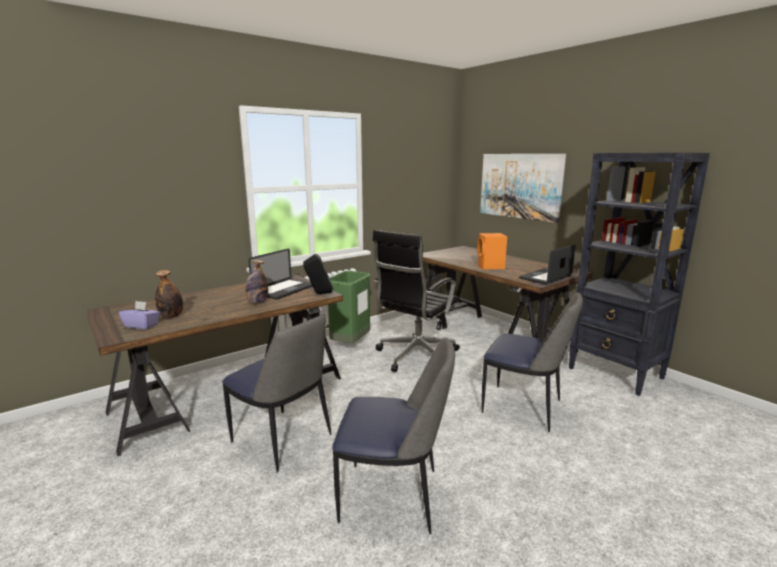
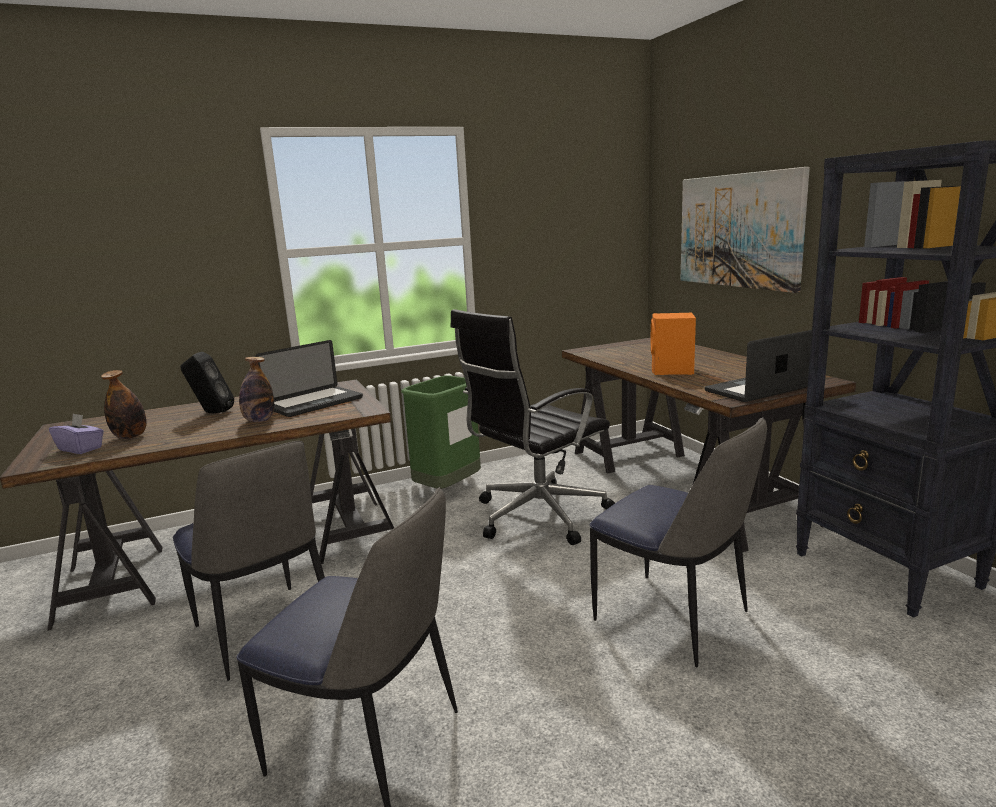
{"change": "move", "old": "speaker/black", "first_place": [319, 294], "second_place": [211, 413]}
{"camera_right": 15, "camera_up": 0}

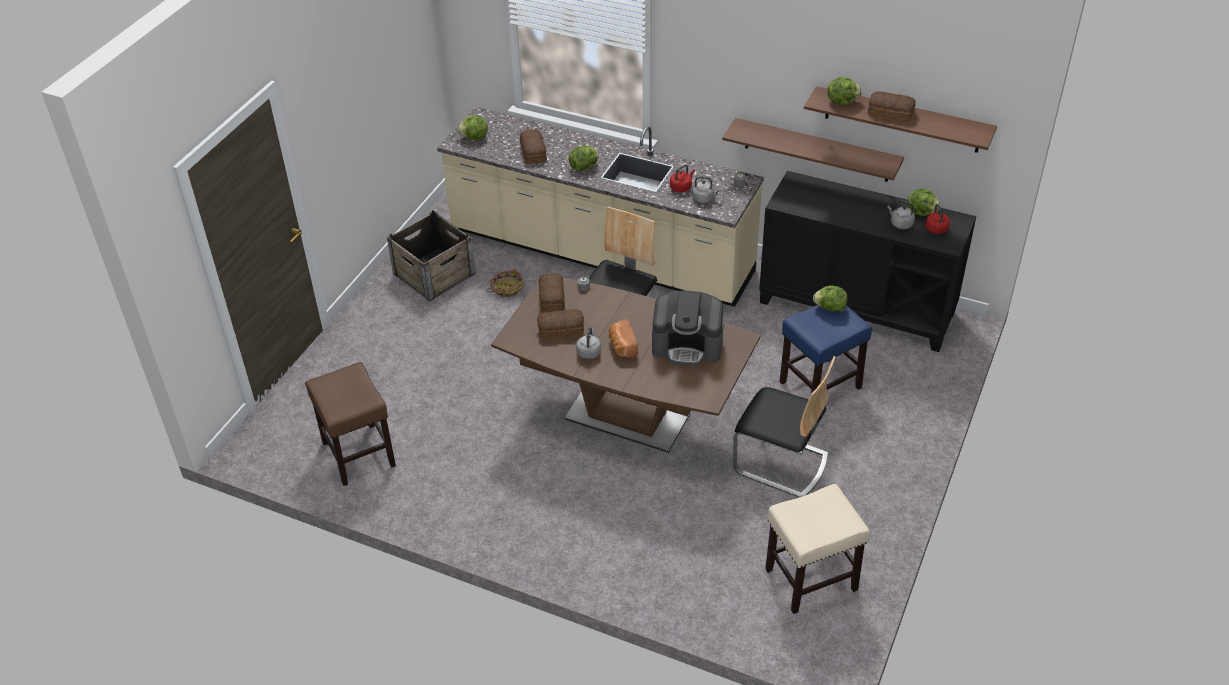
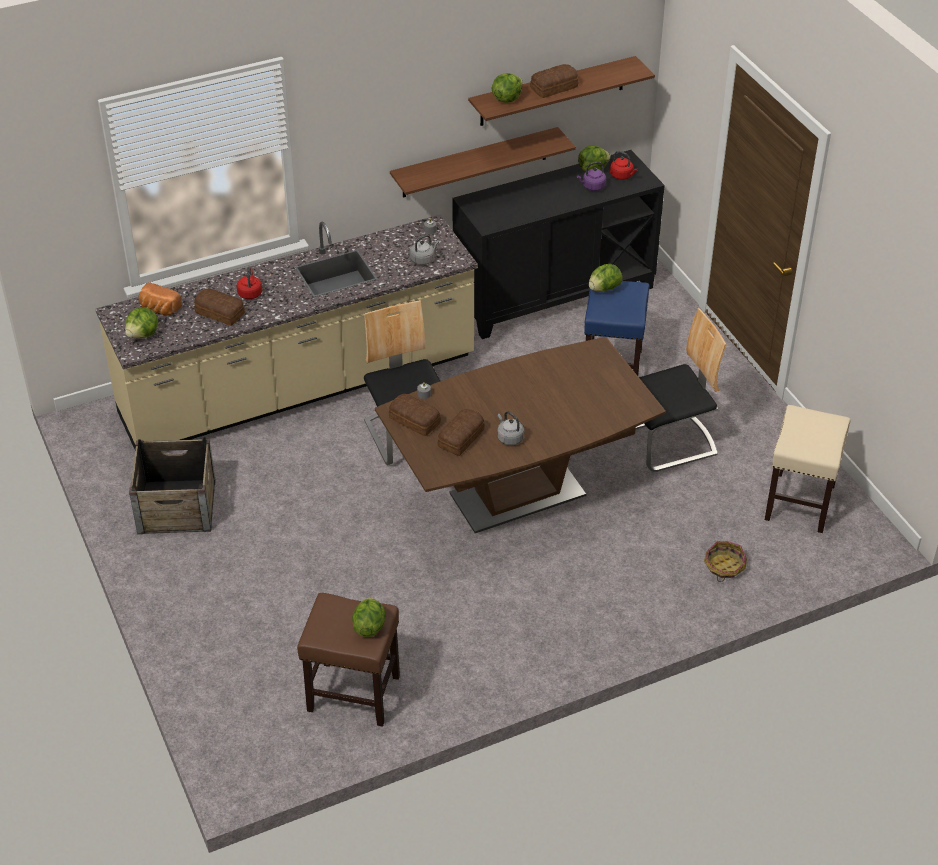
{"change": "move", "old": "basket", "first_place": [506, 288], "second_place": [724, 566]}
{"change": "move", "old": "lettuce", "first_place": [584, 167], "second_place": [369, 626]}
{"change": "move", "old": "bread", "first_place": [622, 347], "second_place": [159, 309]}
{"change": "delete", "old": "coffee machine", "first_place": [687, 345]}
{"change": "move", "old": "kettle/red", "first_place": [681, 187], "second_place": [250, 293]}
{"change": "recolor", "old": "kettle/grey", "new": "kettle/purple", "first_place": [900, 224], "second_place": [592, 187]}
{"camera_right": -50, "camera_up": 0}

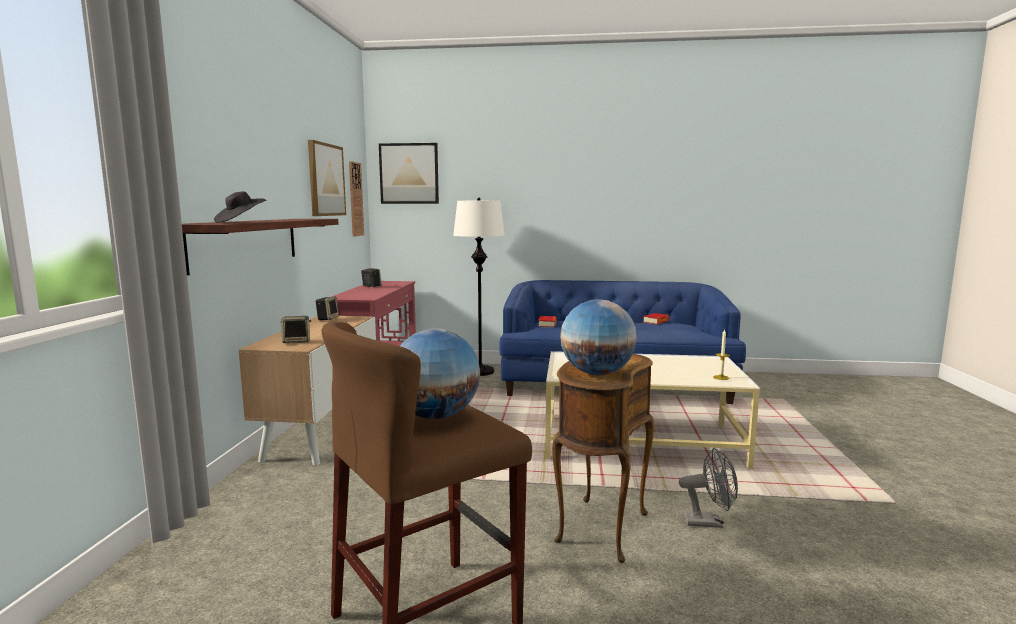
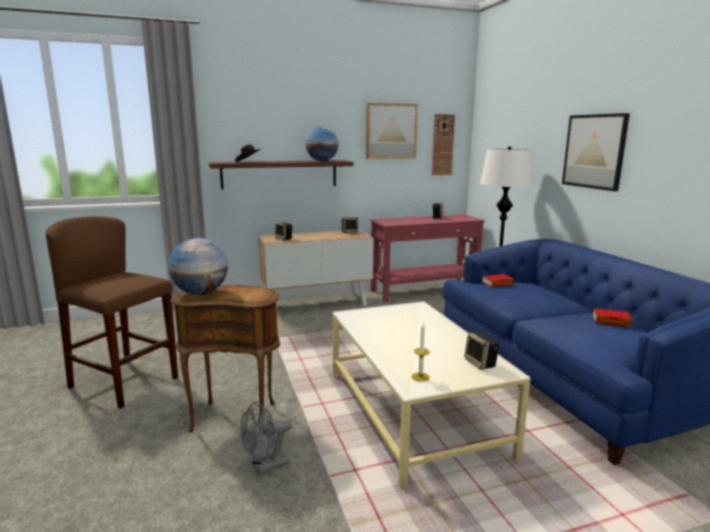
{"change": "move", "old": "picture", "first_place": [409, 173], "second_place": [594, 151]}
{"change": "move", "old": "globe", "first_place": [435, 416], "second_place": [322, 161]}
{"change": "rotate", "old": "fan/grey", "first_place": [709, 522], "second_place": [266, 467], "degrees": 75}
{"change": "insert", "new": "speaker", "second_place": [481, 363]}
{"camera_right": 65, "camera_up": 5}

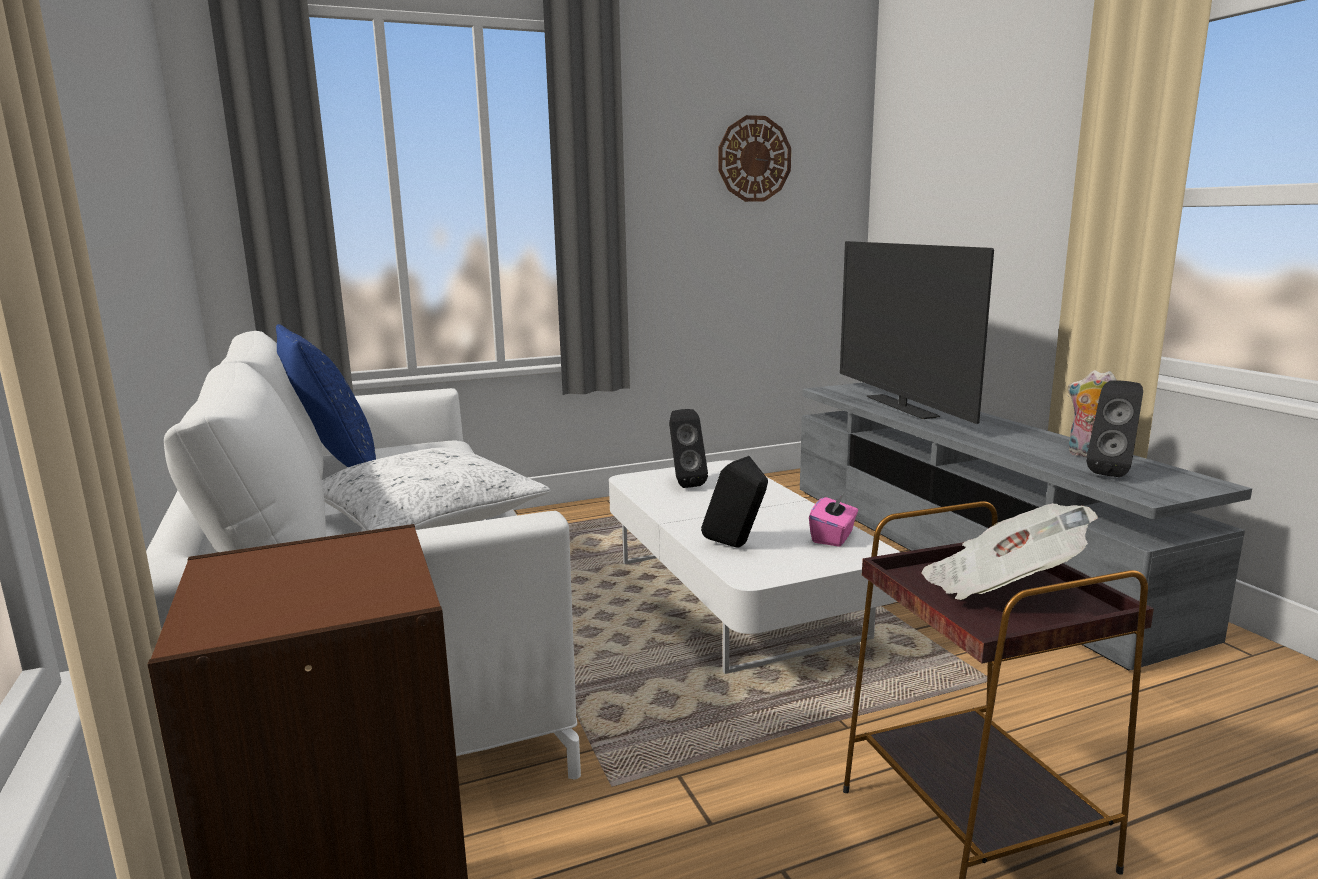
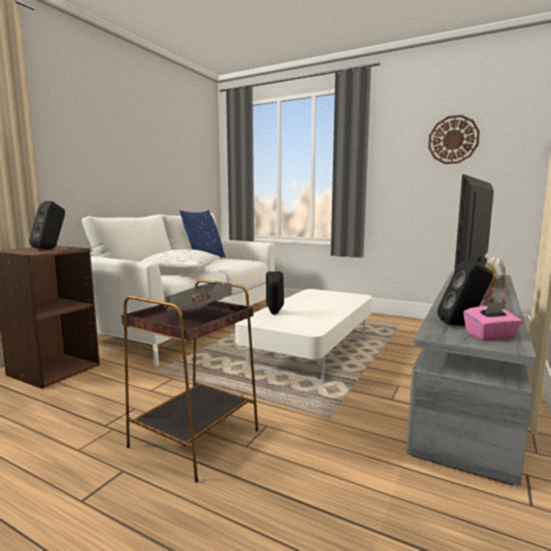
{"change": "move", "old": "speaker/black", "first_place": [684, 484], "second_place": [51, 249]}
{"change": "move", "old": "tissue box/pink", "first_place": [833, 537], "second_place": [490, 336]}
{"camera_right": 50, "camera_up": -5}

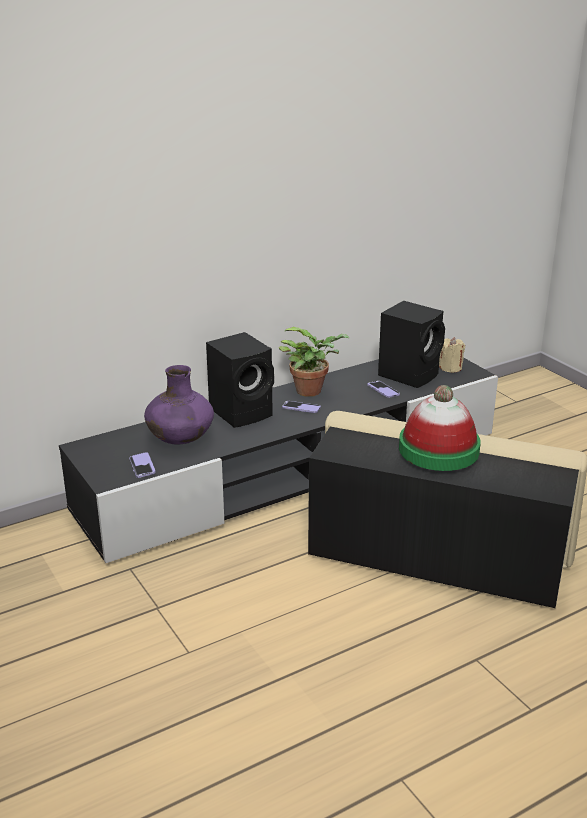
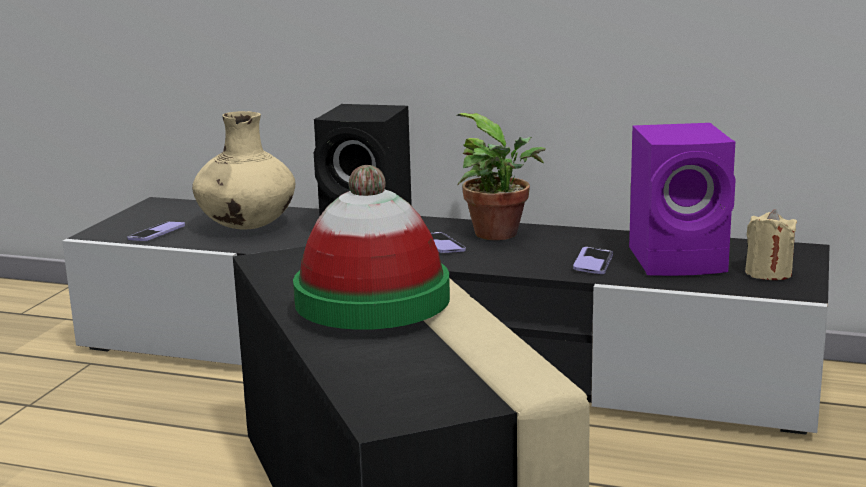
{"change": "recolor", "old": "vase/purple", "new": "vase/beige", "first_place": [180, 440], "second_place": [246, 227]}
{"change": "recolor", "old": "speaker/black", "new": "speaker/purple", "first_place": [410, 374], "second_place": [681, 260]}
{"camera_right": 50, "camera_up": -10}

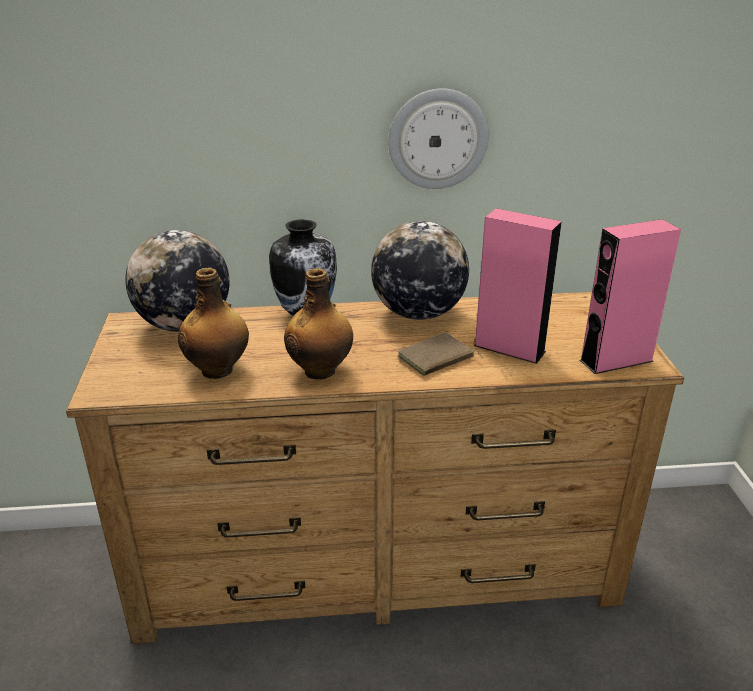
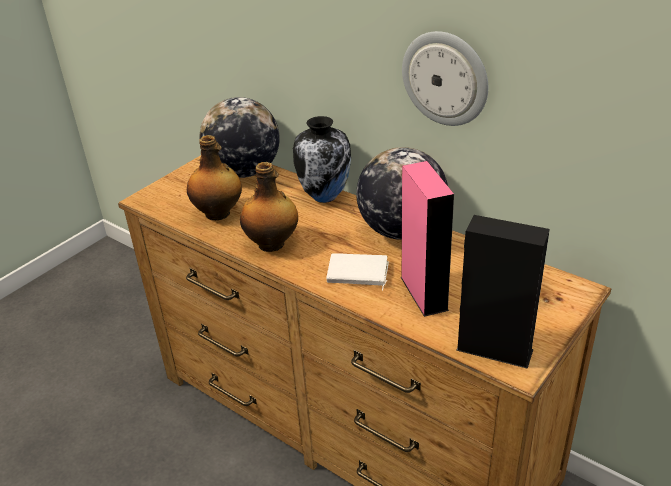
{"change": "recolor", "old": "book/brown", "new": "book/white", "first_place": [436, 359], "second_place": [357, 274]}
{"change": "recolor", "old": "speaker/pink", "new": "speaker/black", "first_place": [616, 360], "second_place": [494, 349]}
{"camera_right": 45, "camera_up": 5}

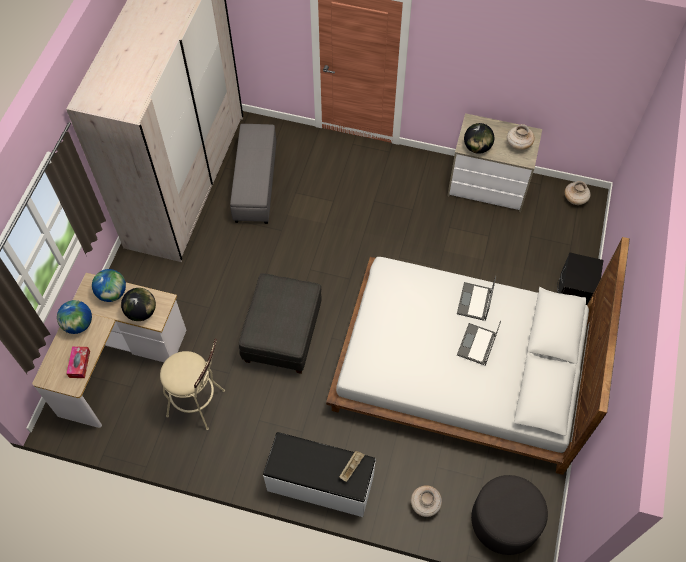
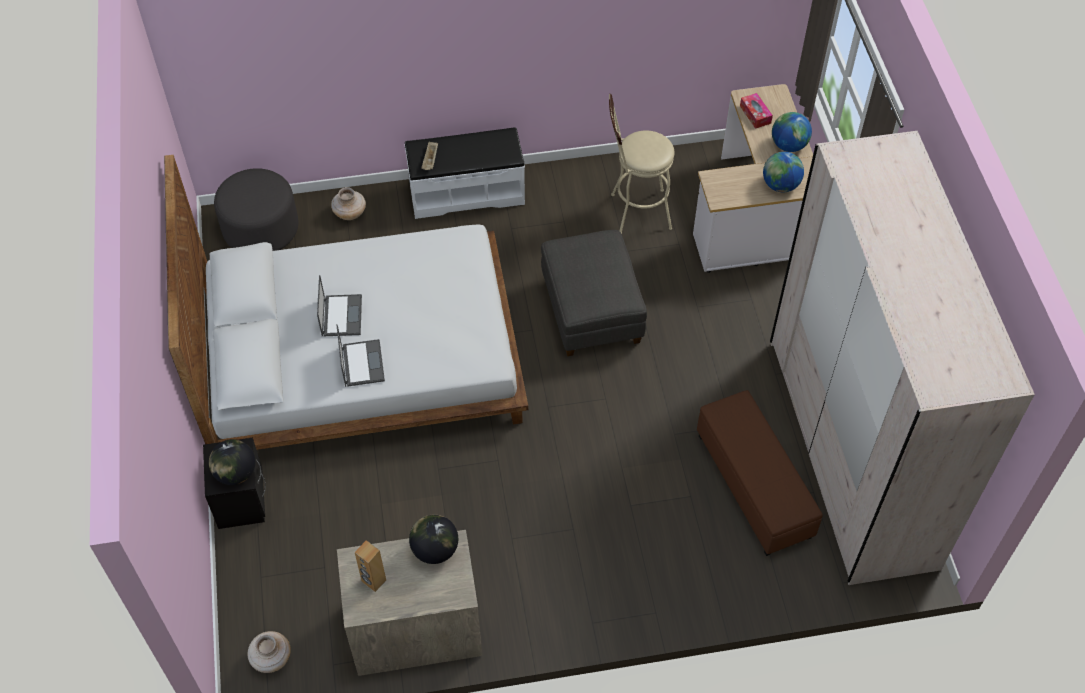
{"change": "move", "old": "globe", "first_place": [141, 312], "second_place": [236, 473]}
{"change": "recolor", "old": "ottoman/grey", "new": "ottoman/brown", "first_place": [255, 184], "second_place": [754, 485]}
{"change": "replace", "old": "vase/beige", "new": "speaker/brown", "first_place": [518, 145], "second_place": [373, 581]}
{"camera_right": 155, "camera_up": -5}

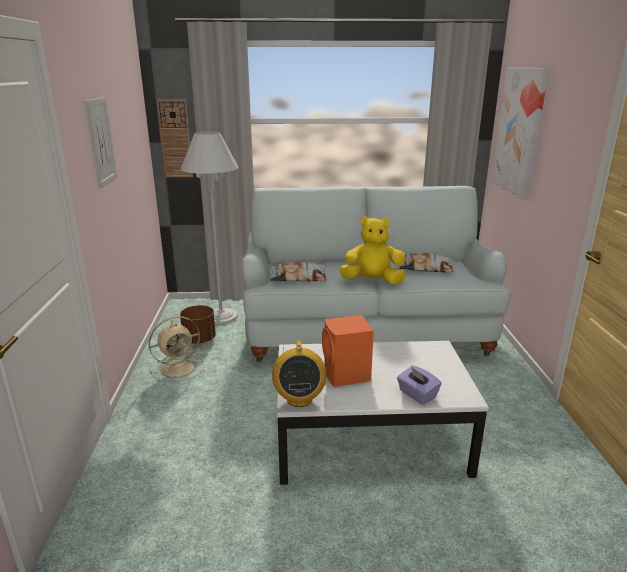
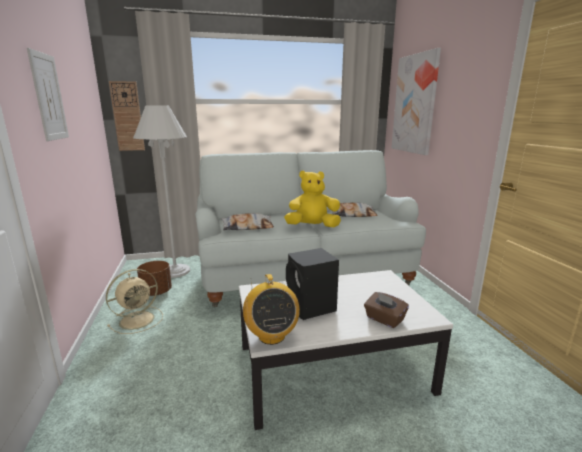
{"change": "recolor", "old": "speaker/orange", "new": "speaker/black", "first_place": [347, 376], "second_place": [312, 308]}
{"change": "recolor", "old": "tissue box/purple", "new": "tissue box/brown", "first_place": [417, 394], "second_place": [384, 319]}
{"camera_right": -10, "camera_up": -5}

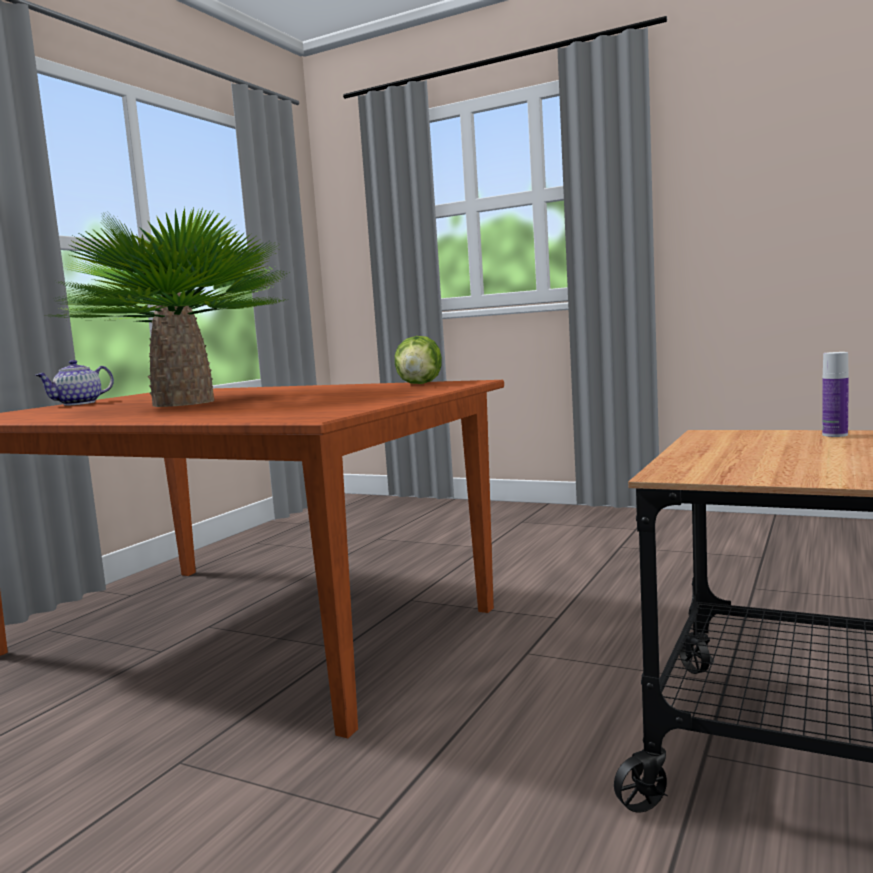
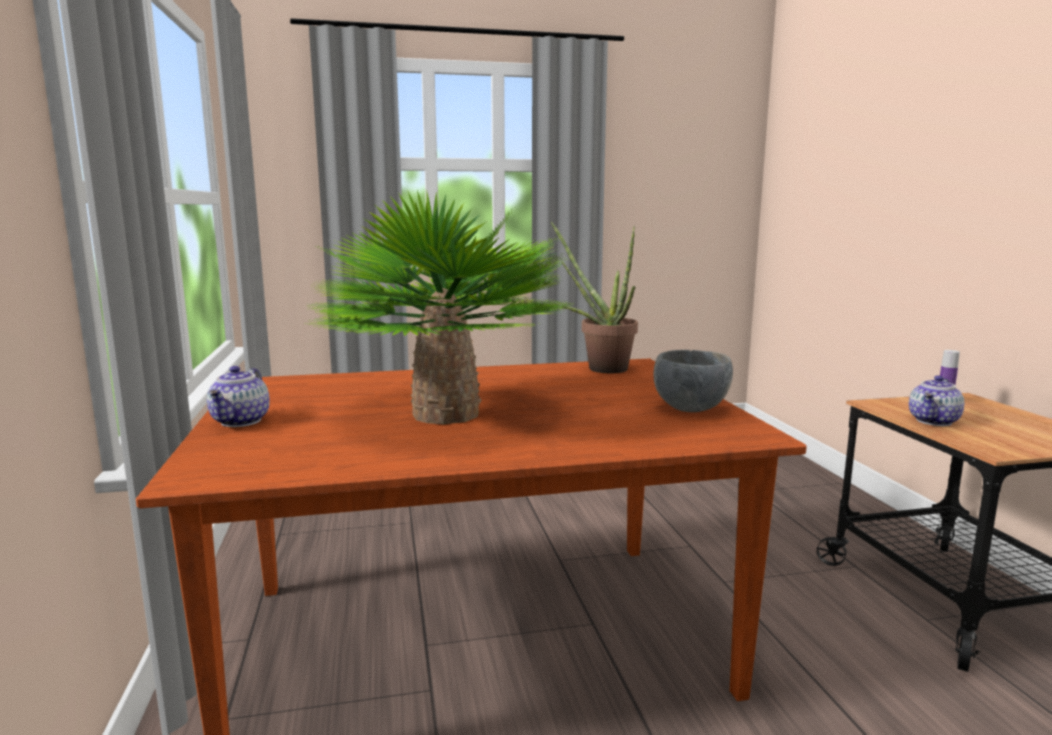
{"change": "replace", "old": "lettuce", "new": "potted plant", "first_place": [420, 384], "second_place": [600, 367]}
{"change": "insert", "new": "bowl/grey", "second_place": [689, 408]}
{"change": "insert", "new": "teapot", "second_place": [934, 421]}
{"camera_right": -40, "camera_up": 5}

